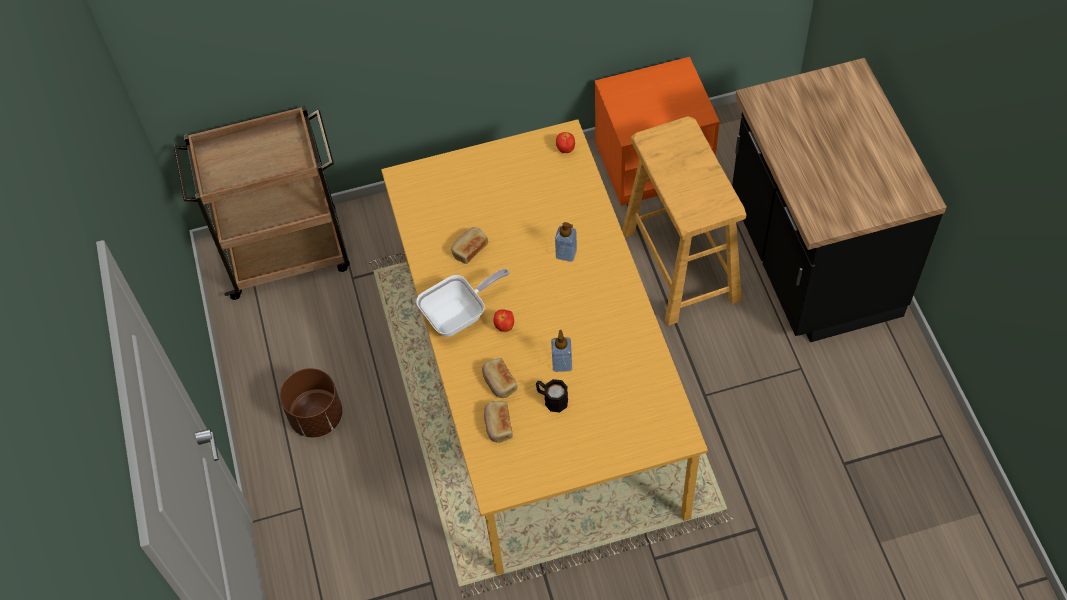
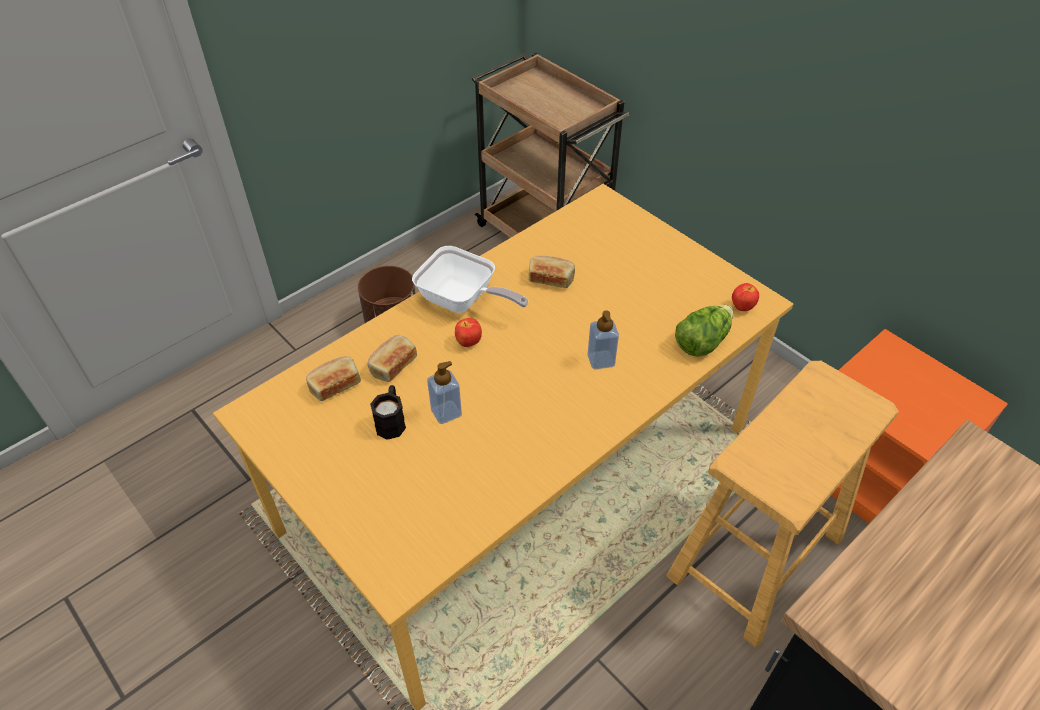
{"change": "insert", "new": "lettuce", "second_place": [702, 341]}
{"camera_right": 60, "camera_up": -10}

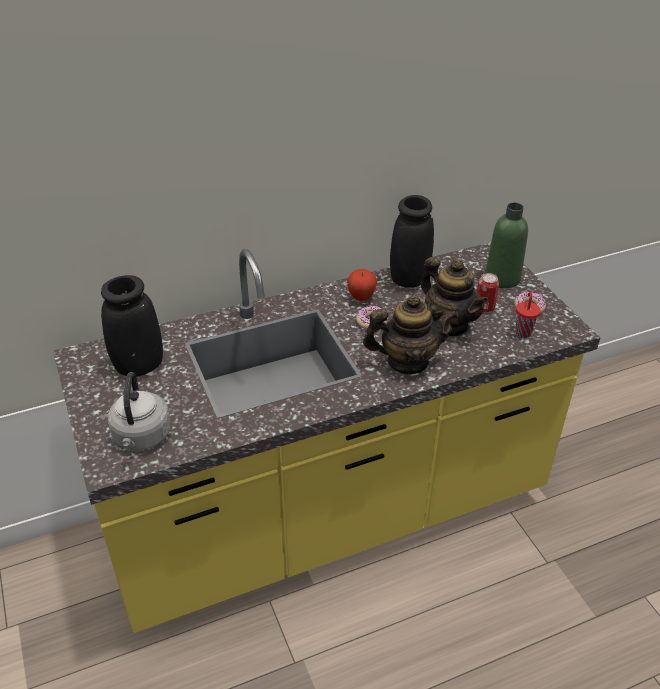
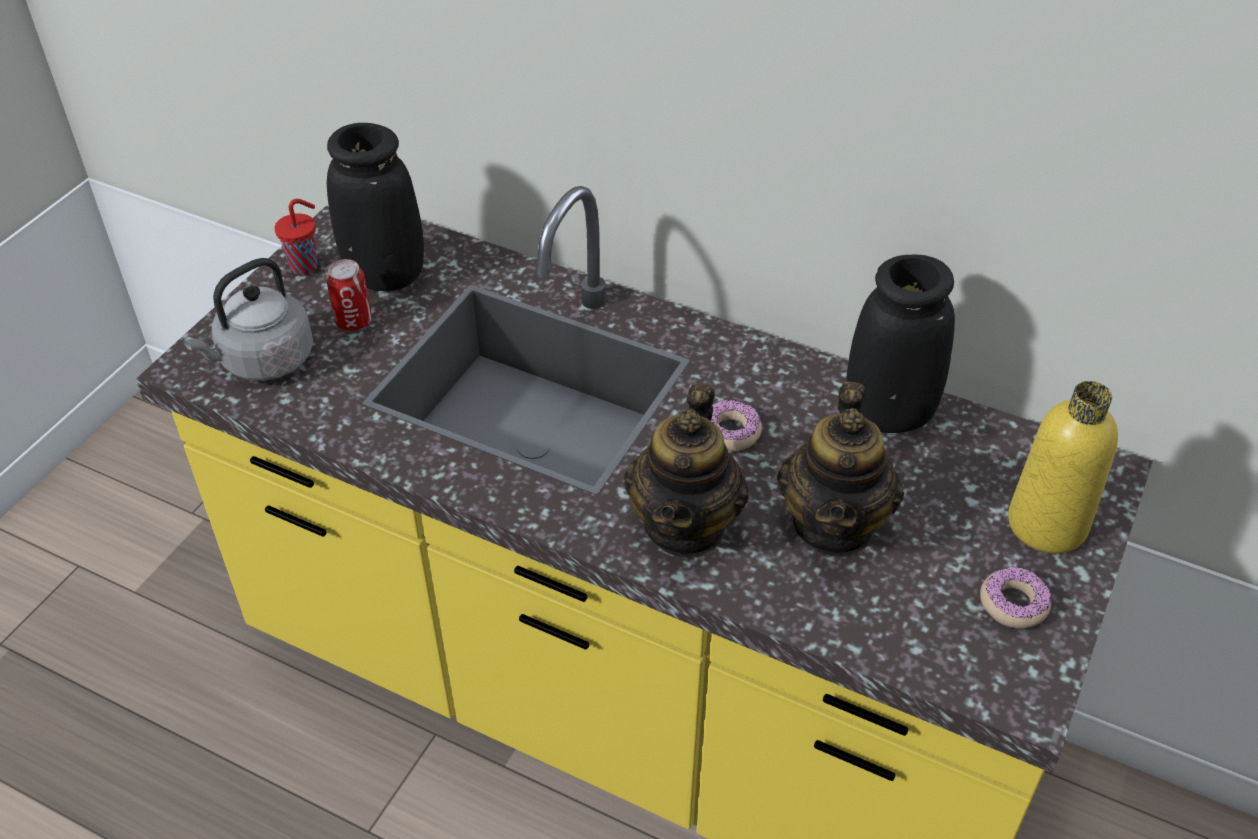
{"change": "delete", "old": "apple", "first_place": [361, 298]}
{"change": "rotate", "old": "teapot", "first_place": [407, 361], "second_place": [686, 526], "degrees": 60}
{"change": "move", "old": "can", "first_place": [484, 307], "second_place": [354, 321]}
{"change": "recolor", "old": "bottle/green", "new": "bottle/yellow", "first_place": [502, 278], "second_place": [1047, 524]}
{"change": "move", "old": "cup/red", "first_place": [523, 332], "second_place": [306, 266]}
{"camera_right": 50, "camera_up": 5}

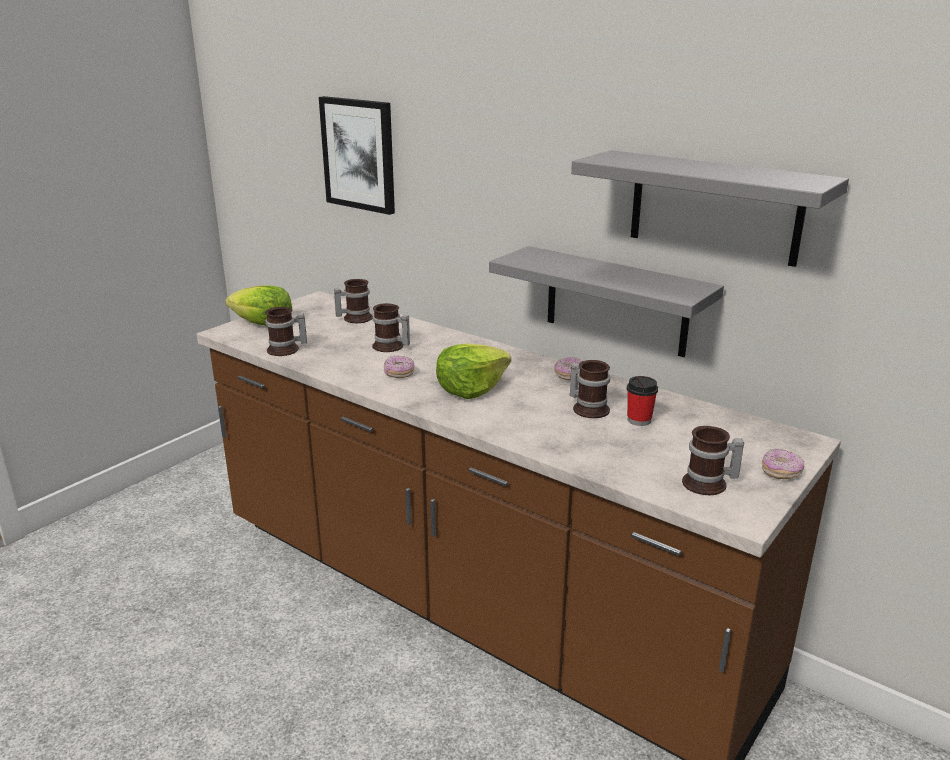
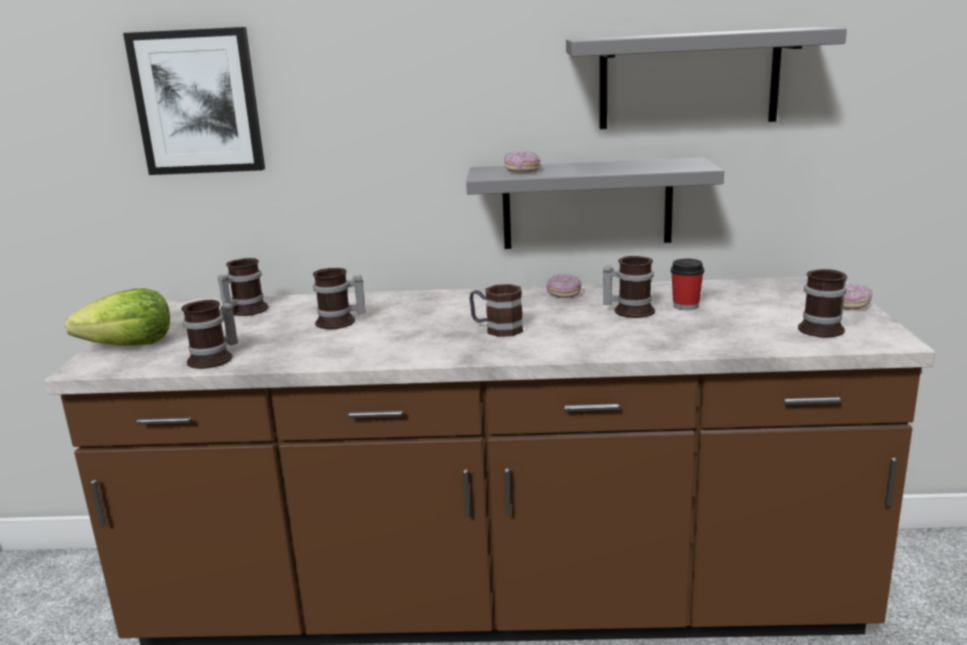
{"change": "move", "old": "donut", "first_place": [399, 373], "second_place": [522, 171]}
{"change": "replace", "old": "lettuce", "new": "mug", "first_place": [471, 389], "second_place": [497, 329]}
{"camera_right": -35, "camera_up": -5}

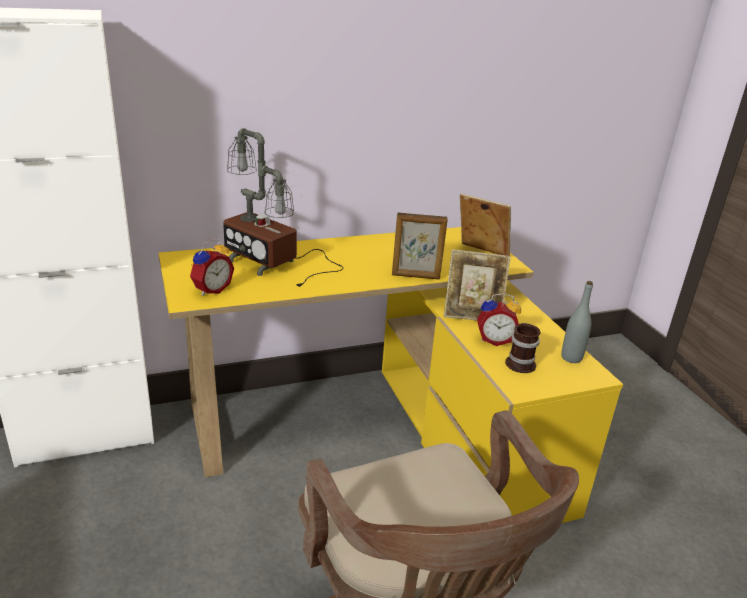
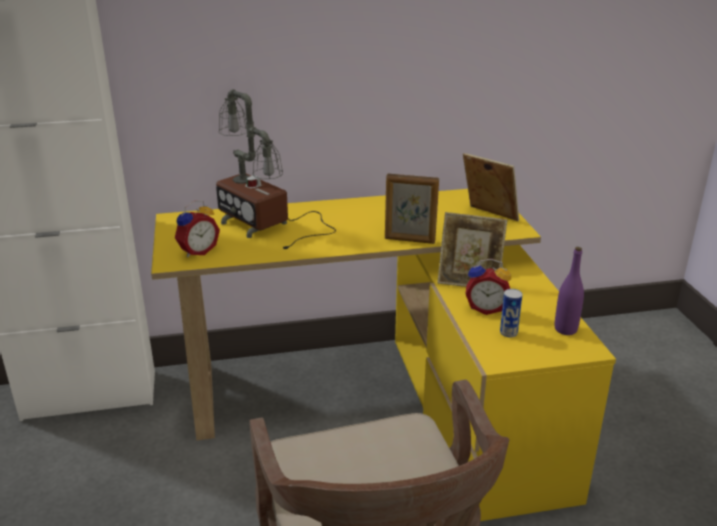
{"change": "replace", "old": "mug", "new": "can", "first_place": [521, 362], "second_place": [508, 333]}
{"change": "recolor", "old": "bottle/grey", "new": "bottle/purple", "first_place": [571, 358], "second_place": [565, 329]}
{"camera_right": 10, "camera_up": 0}

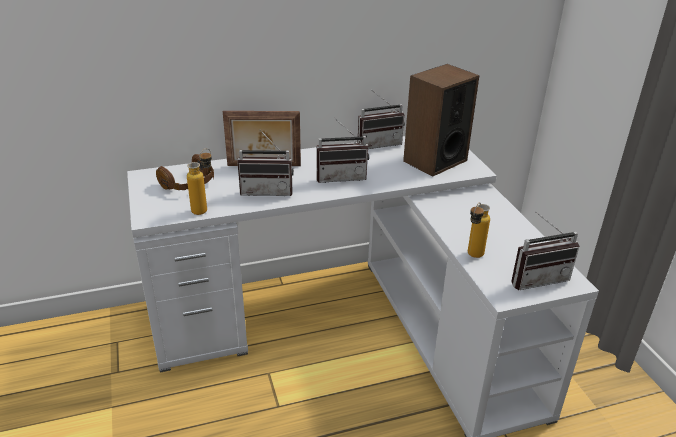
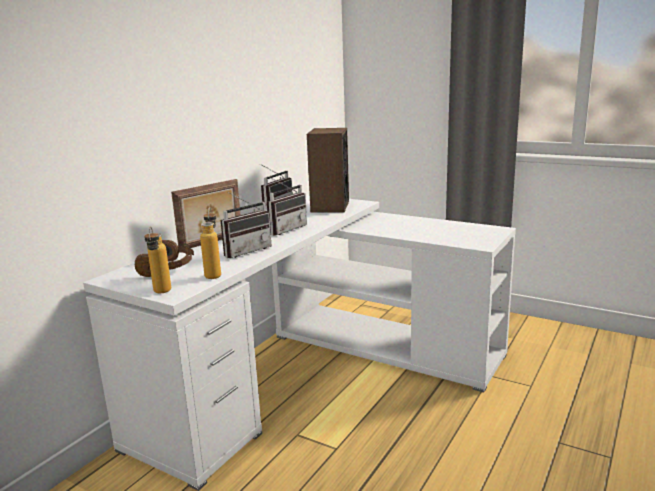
{"change": "move", "old": "bottle", "first_place": [472, 257], "second_place": [161, 293]}
{"change": "delete", "old": "radio", "first_place": [537, 278]}
{"camera_right": -40, "camera_up": -15}

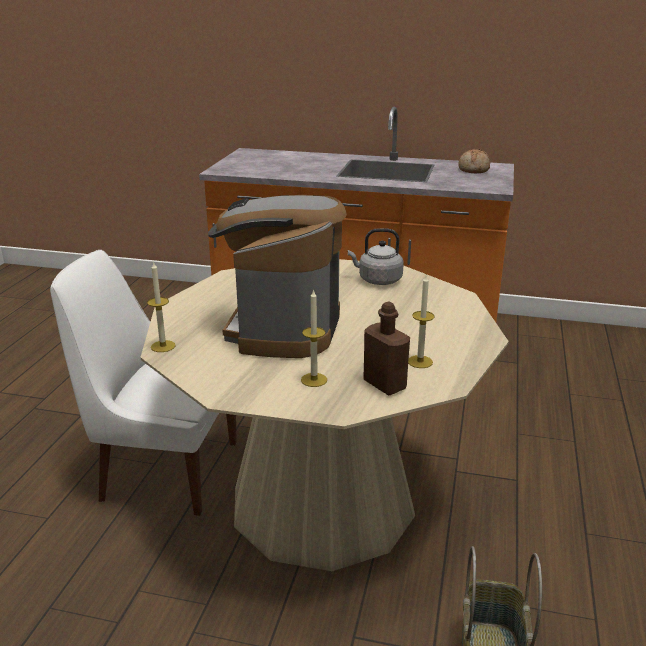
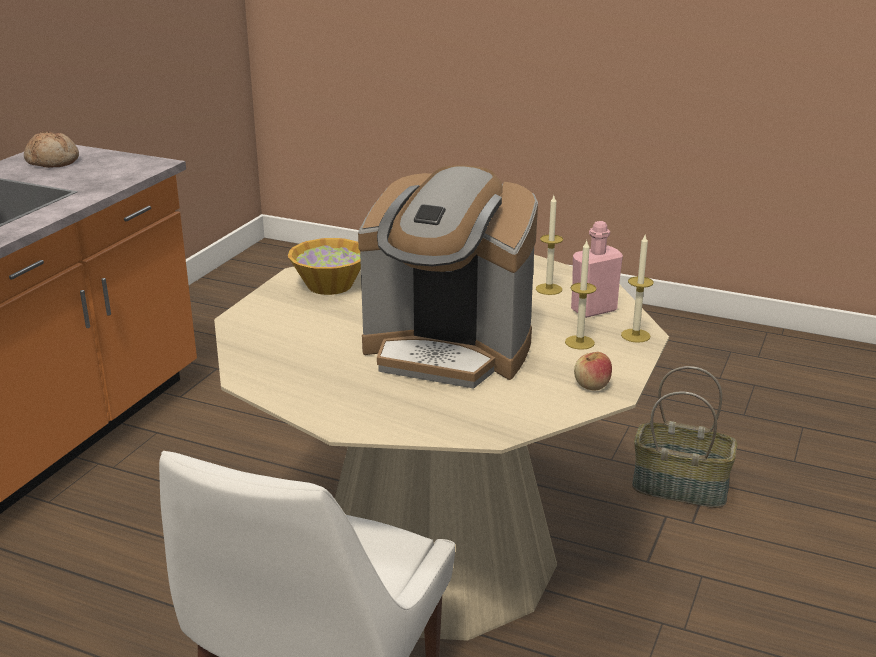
{"change": "move", "old": "candle", "first_place": [163, 346], "second_place": [635, 335]}
{"change": "replace", "old": "kettle/grey", "new": "bowl", "first_place": [377, 280], "second_place": [330, 285]}
{"change": "recolor", "old": "bottle/brown", "new": "bottle/pink", "first_place": [384, 385], "second_place": [593, 310]}
{"change": "insert", "new": "apple", "second_place": [592, 385]}
{"camera_right": -80, "camera_up": 0}

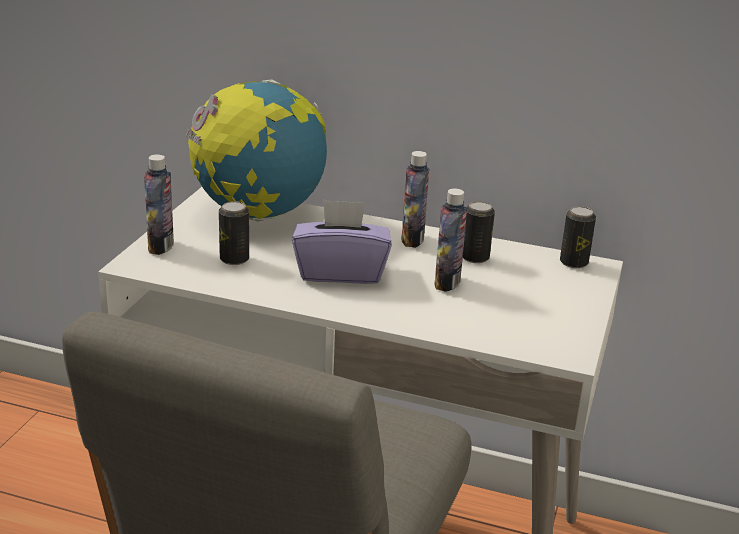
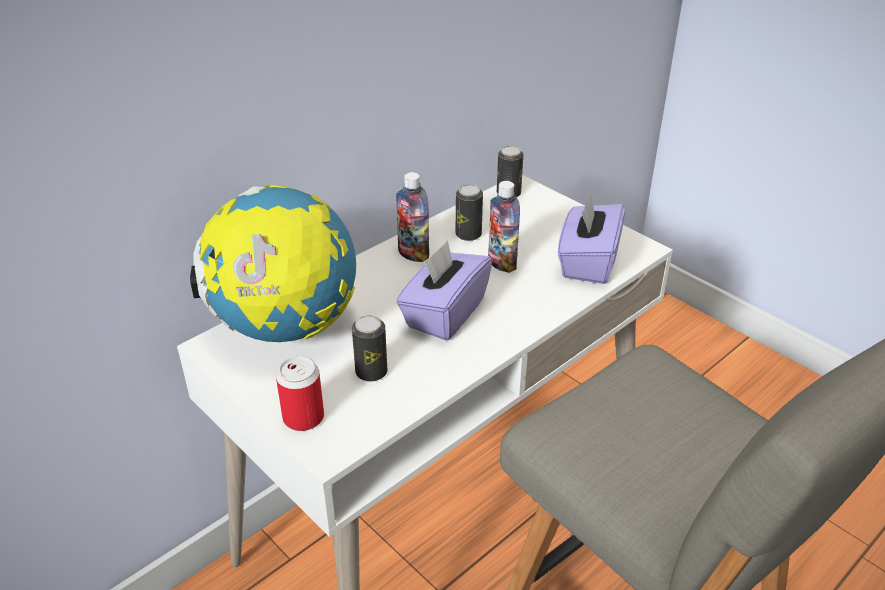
{"change": "replace", "old": "bottle", "new": "can", "first_place": [161, 247], "second_place": [303, 417]}
{"change": "insert", "new": "tissue box/purple", "second_place": [587, 262]}
{"camera_right": -60, "camera_up": 10}

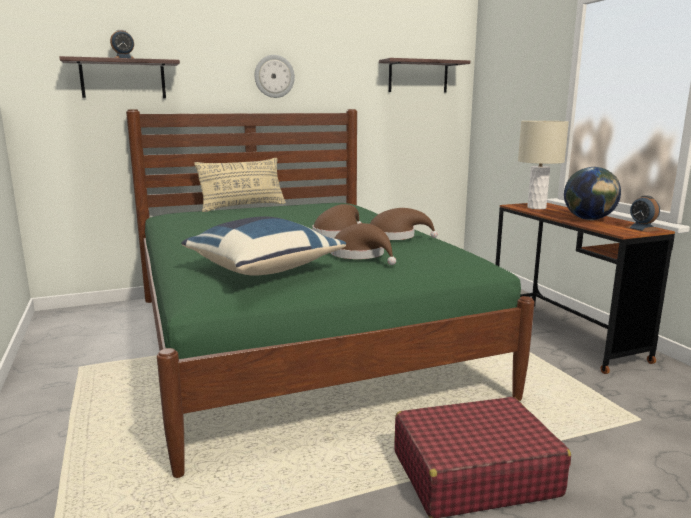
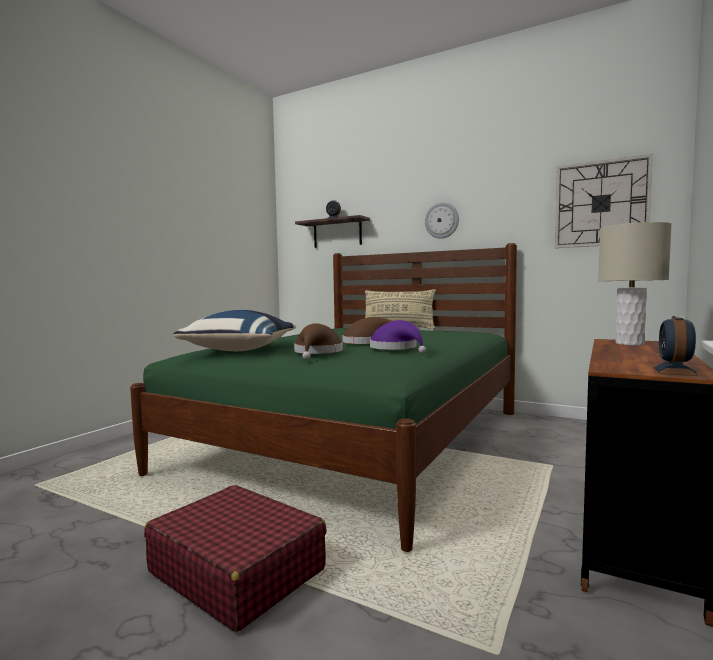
{"change": "recolor", "old": "hat/brown", "new": "hat/purple", "first_place": [395, 236], "second_place": [396, 349]}
{"change": "replace", "old": "shelf", "new": "wall clock", "first_place": [418, 76], "second_place": [601, 204]}
{"change": "delete", "old": "globe", "first_place": [588, 219]}
{"camera_right": 50, "camera_up": -10}

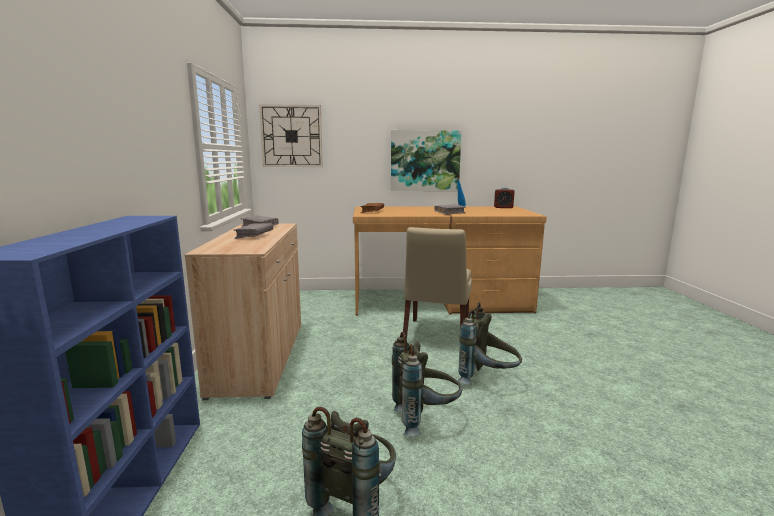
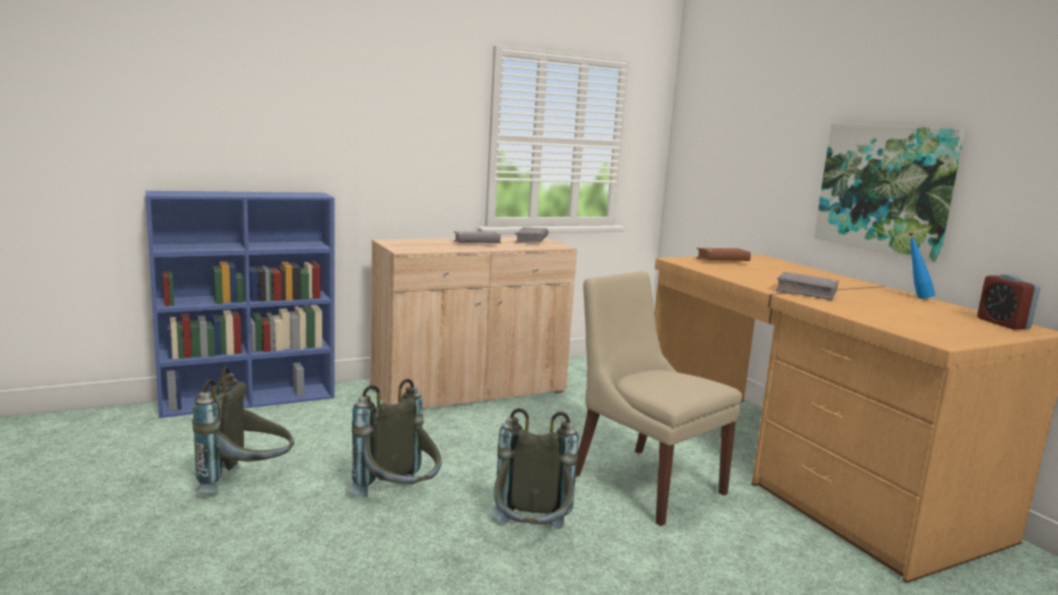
{"change": "delete", "old": "wall clock", "first_place": [291, 136]}
{"change": "rotate", "old": "chair/beige", "first_place": [436, 336], "second_place": [644, 482], "degrees": 60}
{"camera_right": 65, "camera_up": 0}

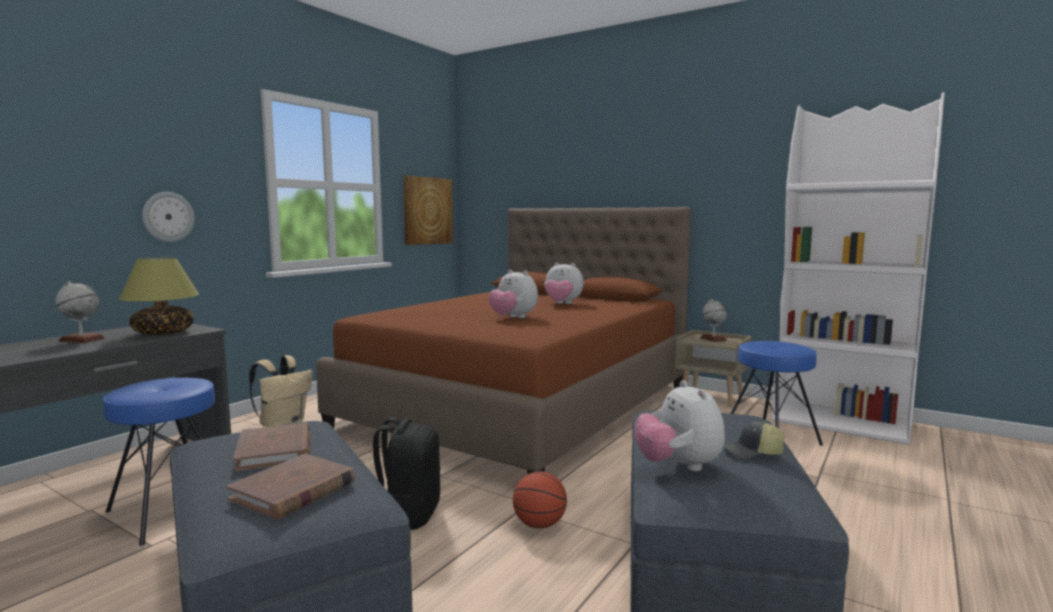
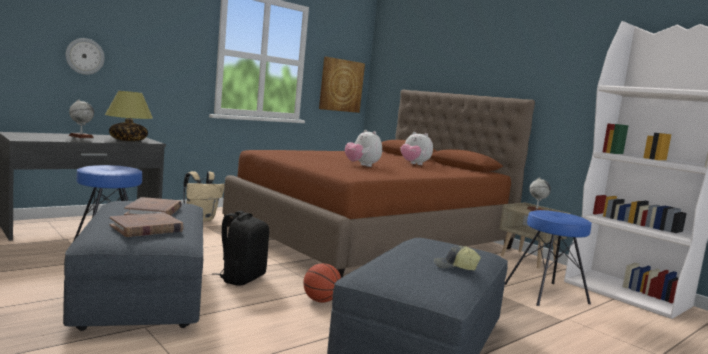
{"change": "move", "old": "wall clock", "first_place": [168, 217], "second_place": [85, 56]}
{"change": "delete", "old": "plush toy", "first_place": [678, 466]}
{"camera_right": 15, "camera_up": 0}

